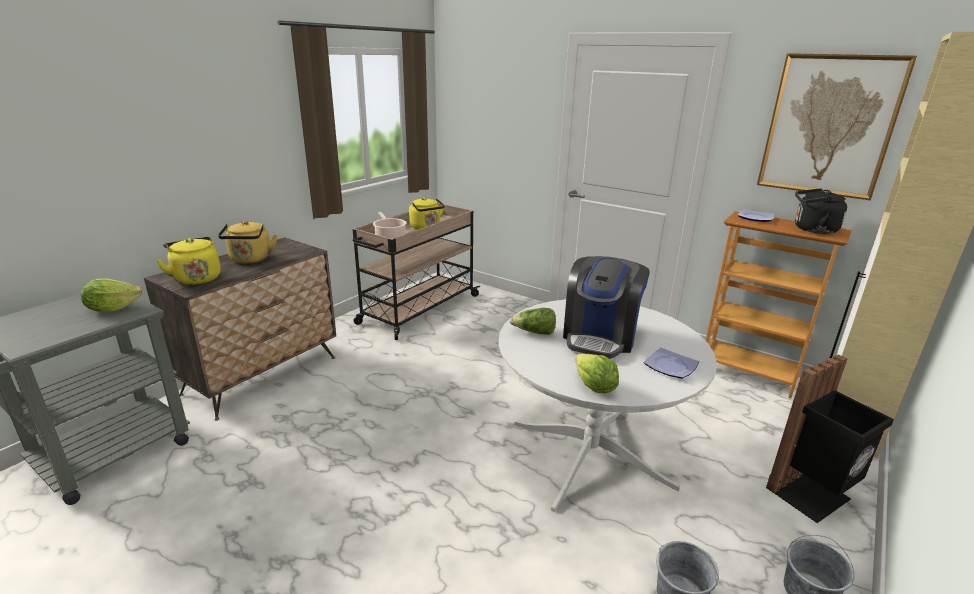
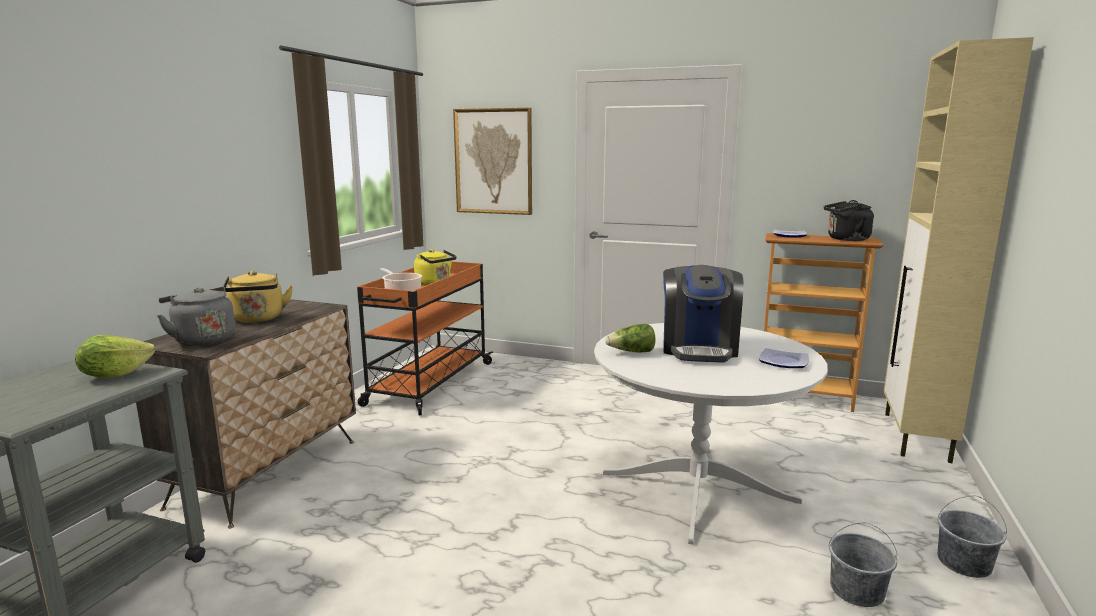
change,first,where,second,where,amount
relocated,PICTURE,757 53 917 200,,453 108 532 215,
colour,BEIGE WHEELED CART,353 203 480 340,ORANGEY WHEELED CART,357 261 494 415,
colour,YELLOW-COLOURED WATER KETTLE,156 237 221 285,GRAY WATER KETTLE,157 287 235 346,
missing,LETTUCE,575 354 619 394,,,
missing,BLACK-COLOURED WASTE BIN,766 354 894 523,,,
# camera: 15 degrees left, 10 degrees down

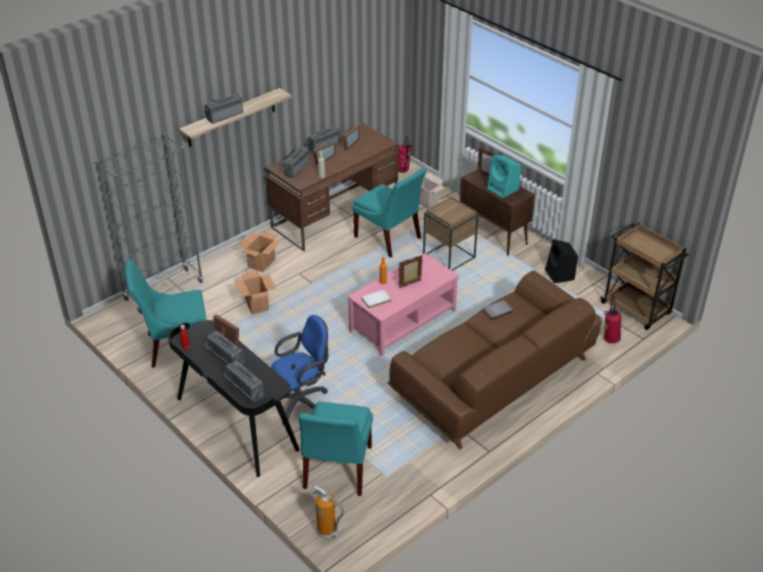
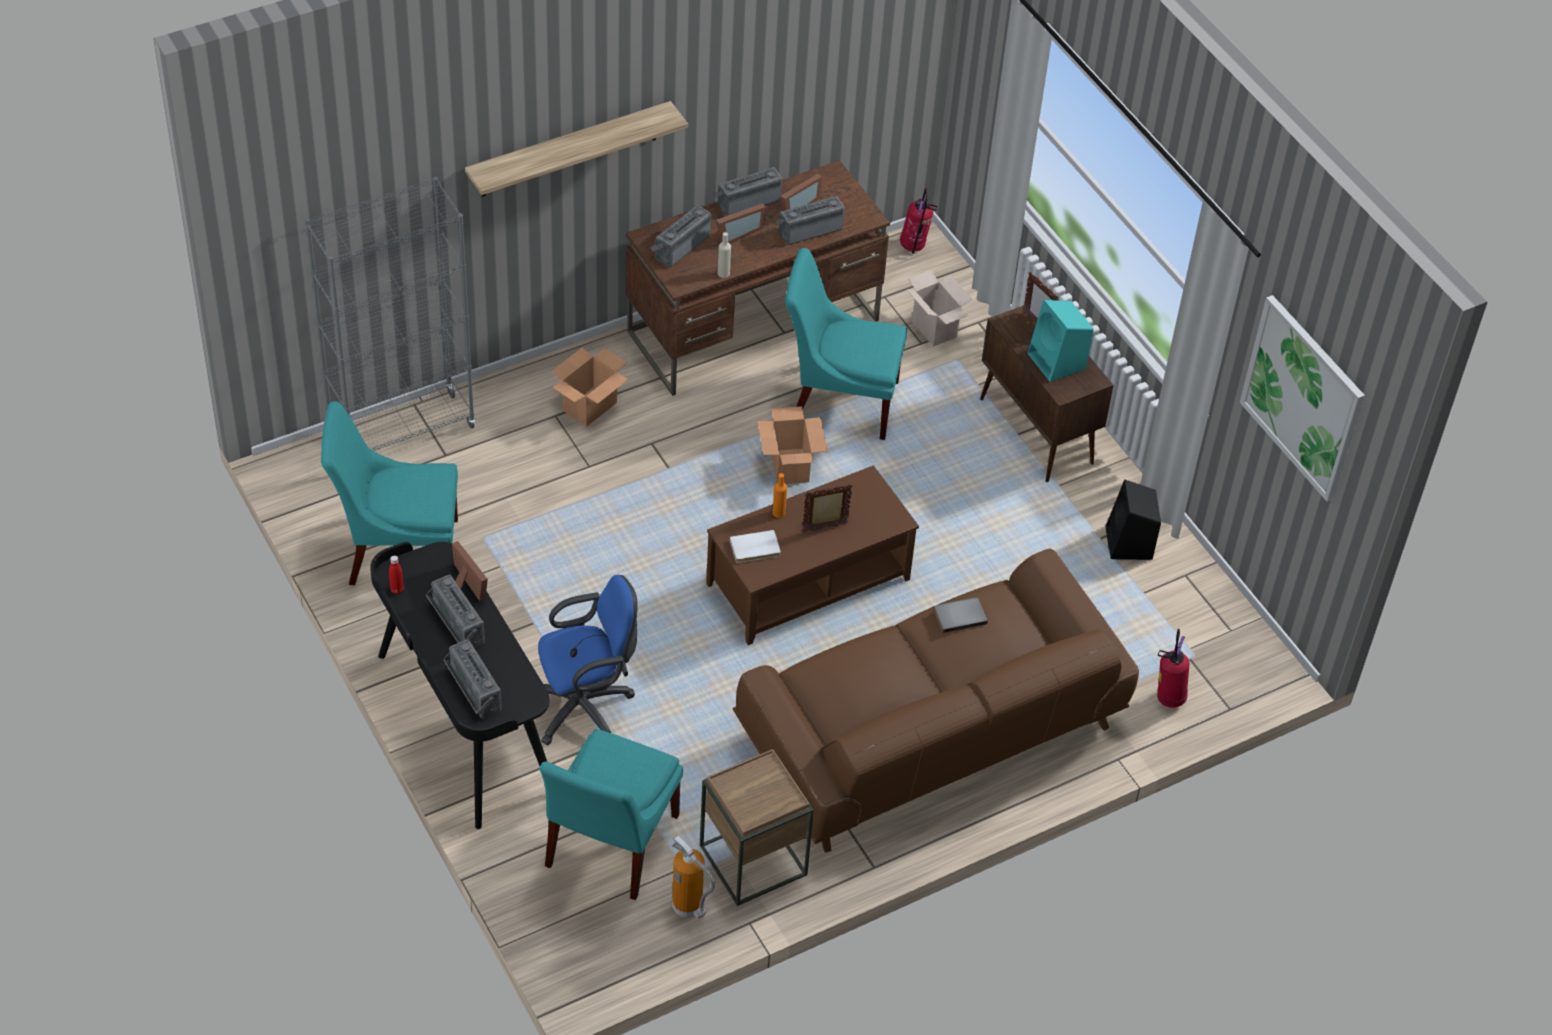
change,first,where,second,where,amount
relocated,RADIO,204 94 243 124,,776 196 845 245,
spun,BLUE-GREEN CHAIR,353 168 427 258,,785 248 907 440,135 degrees clockwise
relocated,BROWNISH SIDE TABLE,423 197 478 271,,700 749 814 906,
missing,BROWNISH WHEELED CART,600 223 689 330,,,
colour,PINK-COLOURED LOW TABLE,348 253 459 356,BROWNISH LOW TABLE,706 465 919 645,
relocated,CARTON,235 271 276 314,,757 406 827 484,
relocated,EXTINGUISHER,313 485 344 539,,672 835 715 919,
appeared,,,PICTURE,1240 295 1365 502,
# camera: 10 degrees right, 10 degrees up

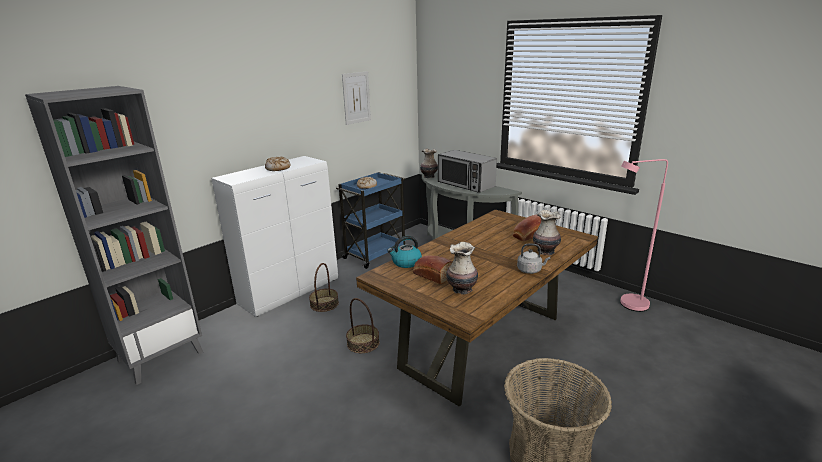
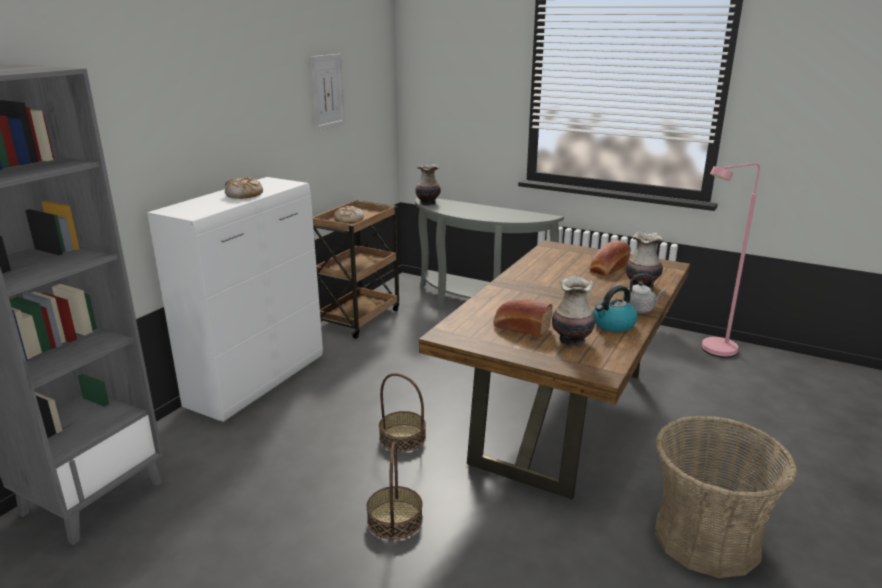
change,first,where,second,where,amount
missing,MICROWAVE,438 150 497 193,,,
colour,BLUISH WHEELED CART,336 172 405 269,BROWNISH WHEELED CART,313 200 399 339,
relocated,WATER KETTLE,387 236 422 268,,593 286 638 332,
relocated,HOUSEHOLD BASKET,309 263 339 312,,366 442 423 540,
# camera: 15 degrees left, 0 degrees up

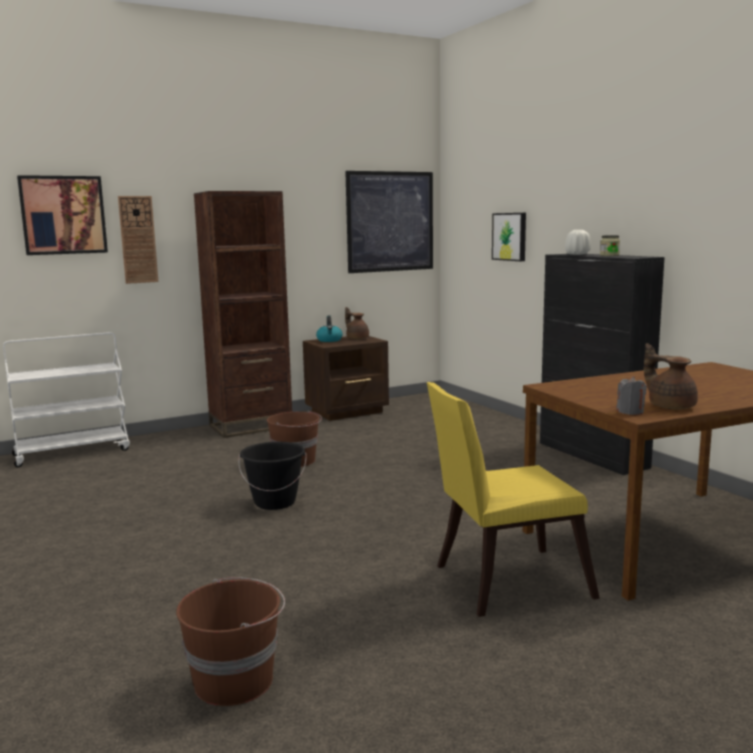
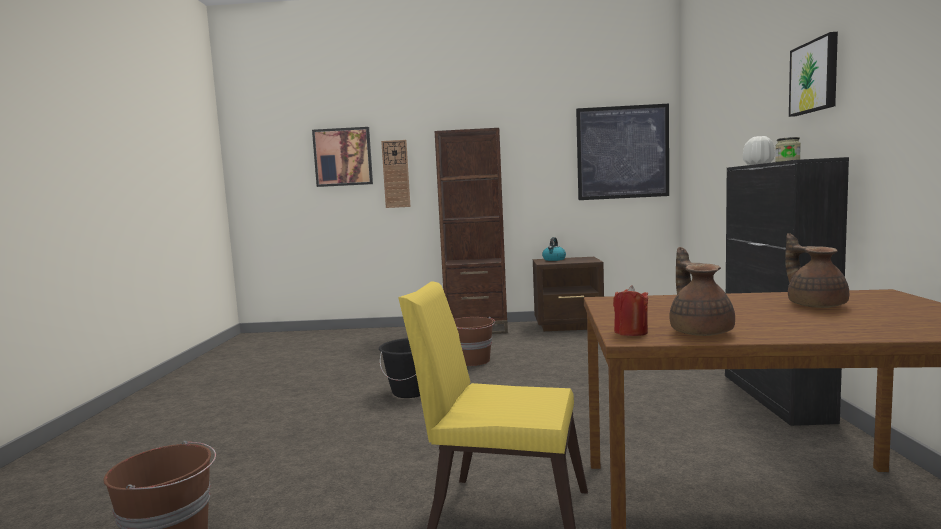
change,first,where,second,where,amount
relocated,PICTURE,492 213 526 261,,789 32 838 117,
relocated,BROWNISH TEAPOT,345 307 369 339,,785 233 849 308,
missing,WHITISH WHEELED CART,3 332 130 467,,,
colour,GRAY WAX CANDLE,616 376 647 415,RED WAX CANDLE,613 285 648 336,
# camera: 30 degrees right, 5 degrees down

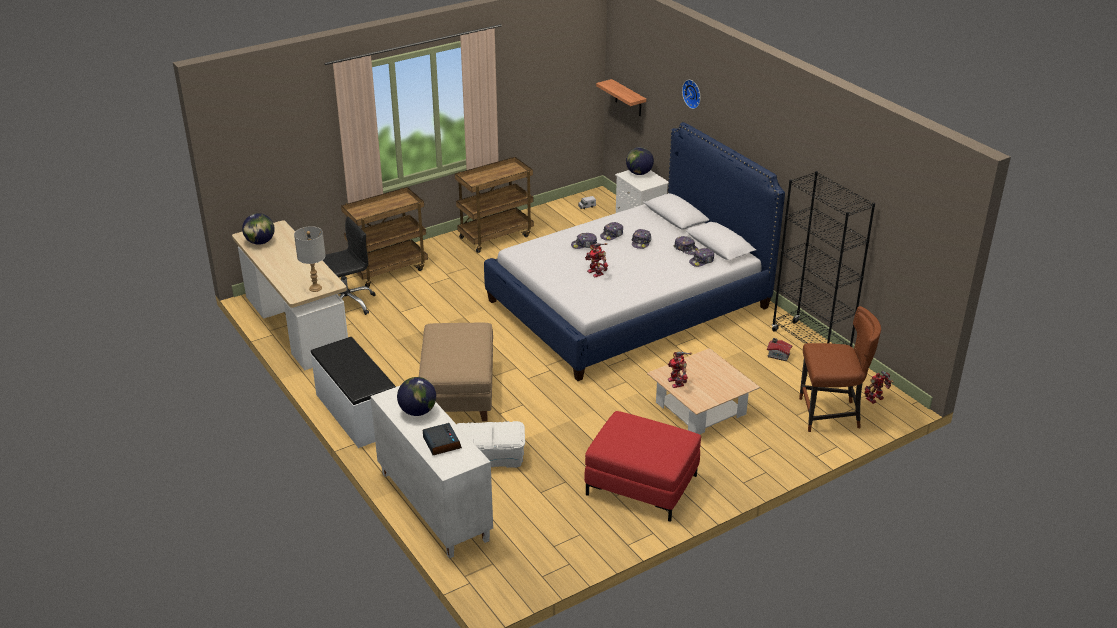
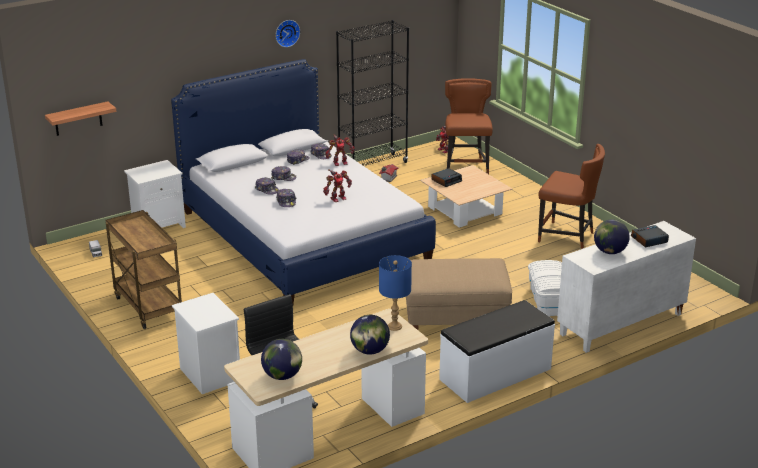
change,first,where,second,where,amount
relocated,WALL CLOCK,682 80 701 109,,275 20 300 47,
relocated,DESK GLOBE,626 147 654 175,,350 315 390 355,
exchanged,BROWNISH WHEELED CART,341 187 428 288,WHITISH NIGHTSTAND,172 293 240 394,
colour,GRAY TABLETOP LAMP,294 226 326 292,BLUISH TABLETOP LAMP,379 255 412 331,
relocated,MODEL ROBOT,668 352 692 388,,325 135 355 166,
exchanged,RED FOOTREST,584 411 701 522,BROWNISH CHAIR,538 144 605 249,
appeared,,,BEDSIDE CLOCK,431 168 462 187,
# camera: 90 degrees left, 5 degrees down

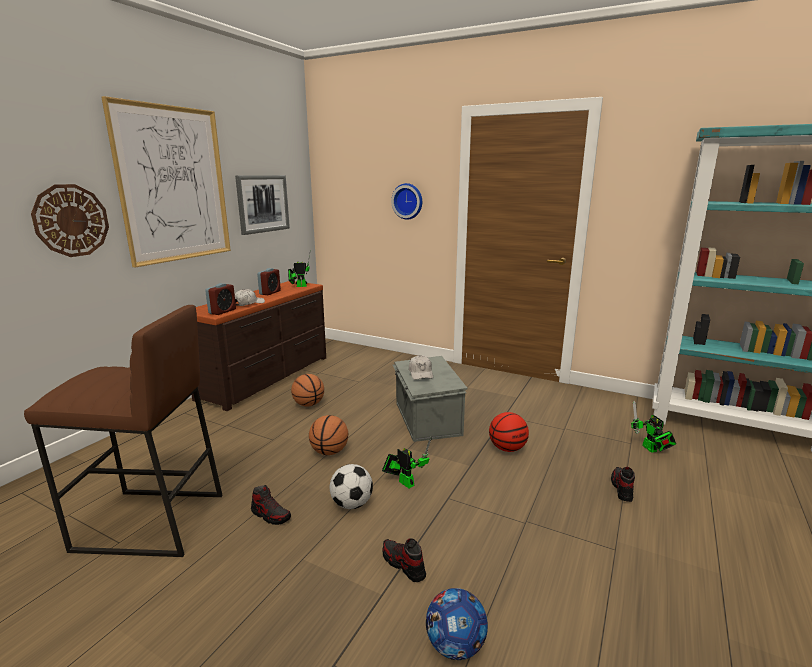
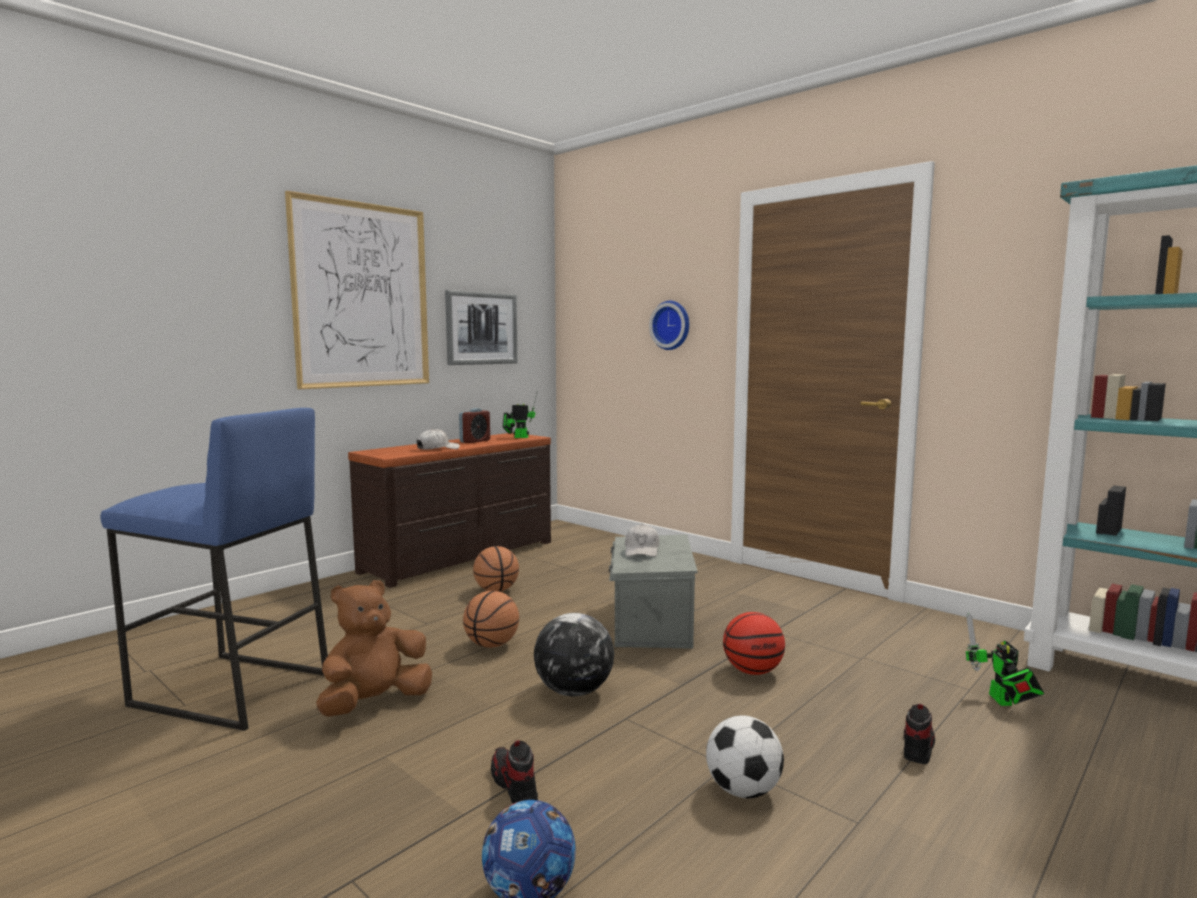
change,first,where,second,where,amount
missing,WALL CLOCK,31 184 109 257,,,
missing,BEDSIDE CLOCK,205 283 236 315,,,
colour,BROWNISH STOOL,24 305 223 557,BLUISH STOOL,100 408 328 731,
exchanged,MODEL ROBOT,382 437 432 488,DESK GLOBE,534 613 614 696,
relocated,FOOTBALL BALL,330 464 373 509,,706 715 784 798,
exchanged,SHOE,251 485 291 525,BROWNISH CUDDLY TOY,316 580 432 717,
# camera: 15 degrees right, 10 degrees down

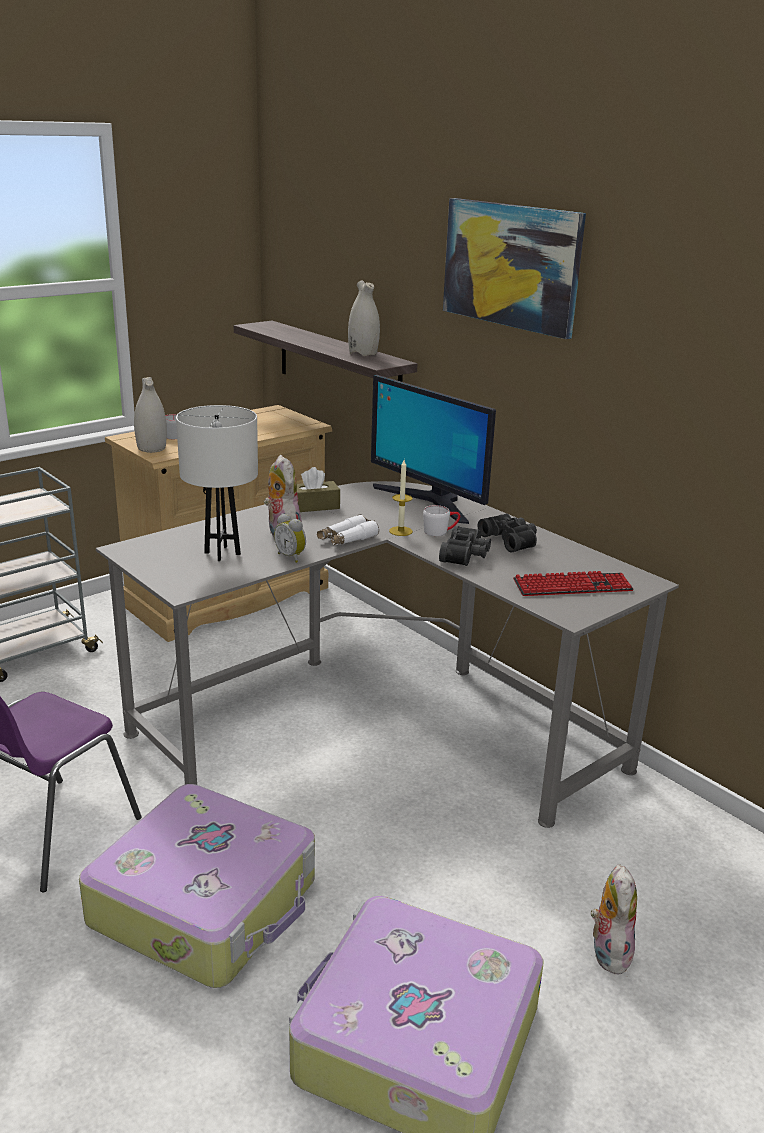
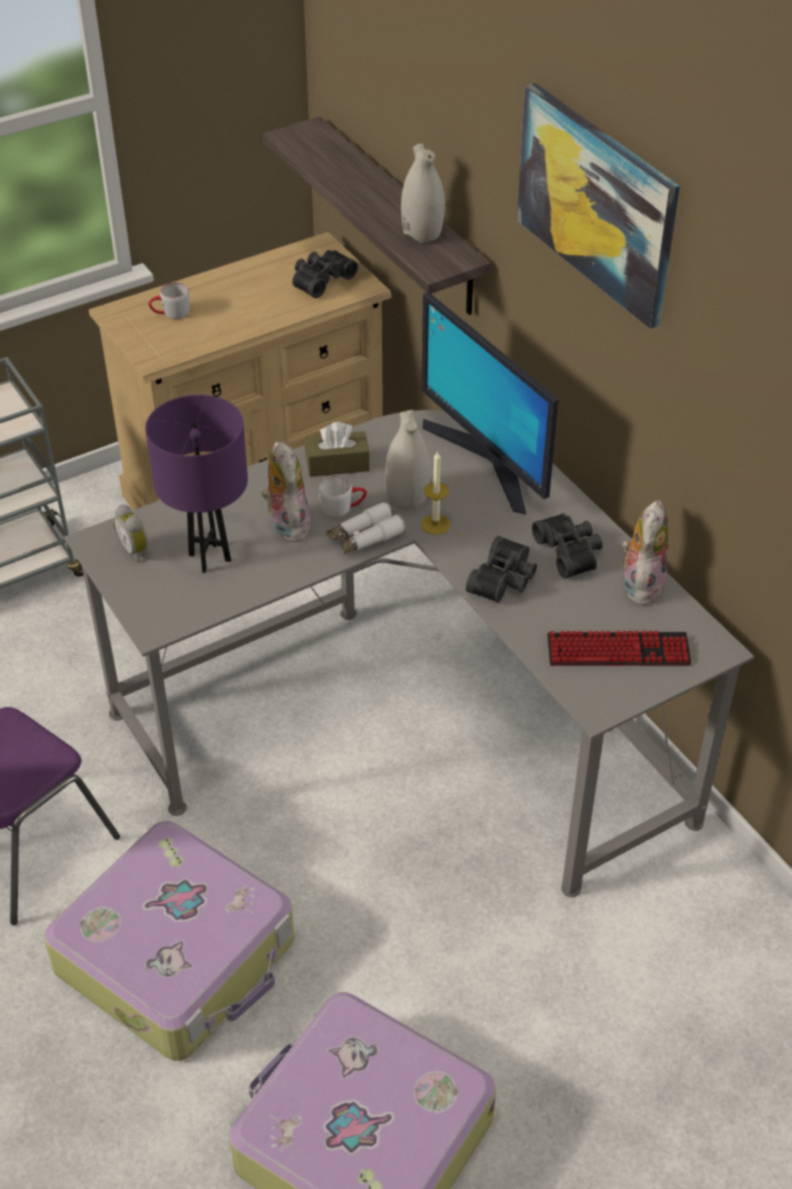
change,first,where,second,where,amount
relocated,WHITISH VASE,134 377 167 453,,385 410 430 510,
colour,WHITISH TABLETOP LAMP,176 405 258 561,PURPLISH TABLETOP LAMP,145 395 248 573,
relocated,WHITISH TEA MUG,423 505 460 536,,319 476 367 517,
relocated,BEDSIDE CLOCK,274 513 306 563,,113 504 148 562,
relocated,CUDDLY TOY,591 864 637 974,,621 500 668 605,
appeared,,,BLACK-COLOURED FIELD GLASSES,292 250 358 298,
# camera: 10 degrees right, 20 degrees up

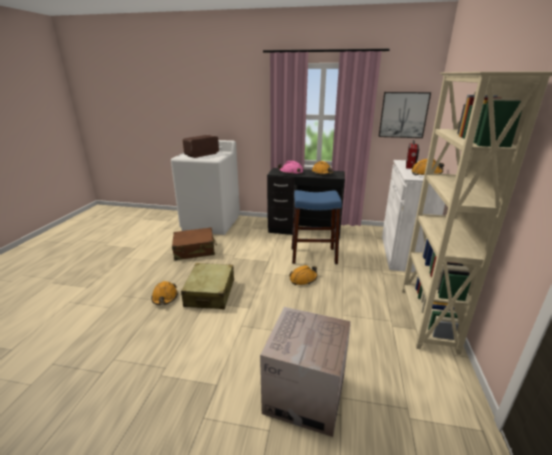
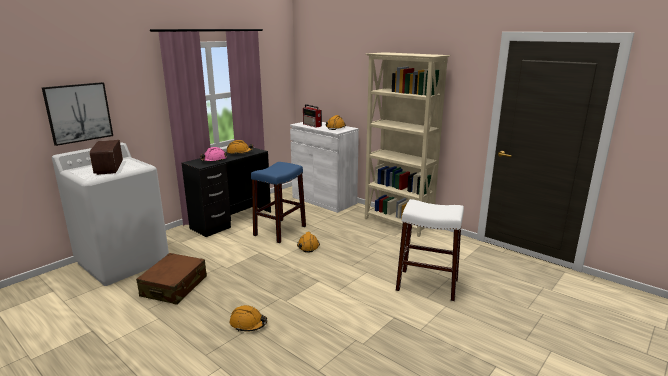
change,first,where,second,where,amount
relocated,PICTURE,379 92 431 138,,42 82 113 146,
missing,BEIGE SUITCASE,181 263 234 309,,,
exchanged,CARTON,260 307 351 437,WHITISH STOOL,396 199 464 301,
# camera: 60 degrees left, 5 degrees down

